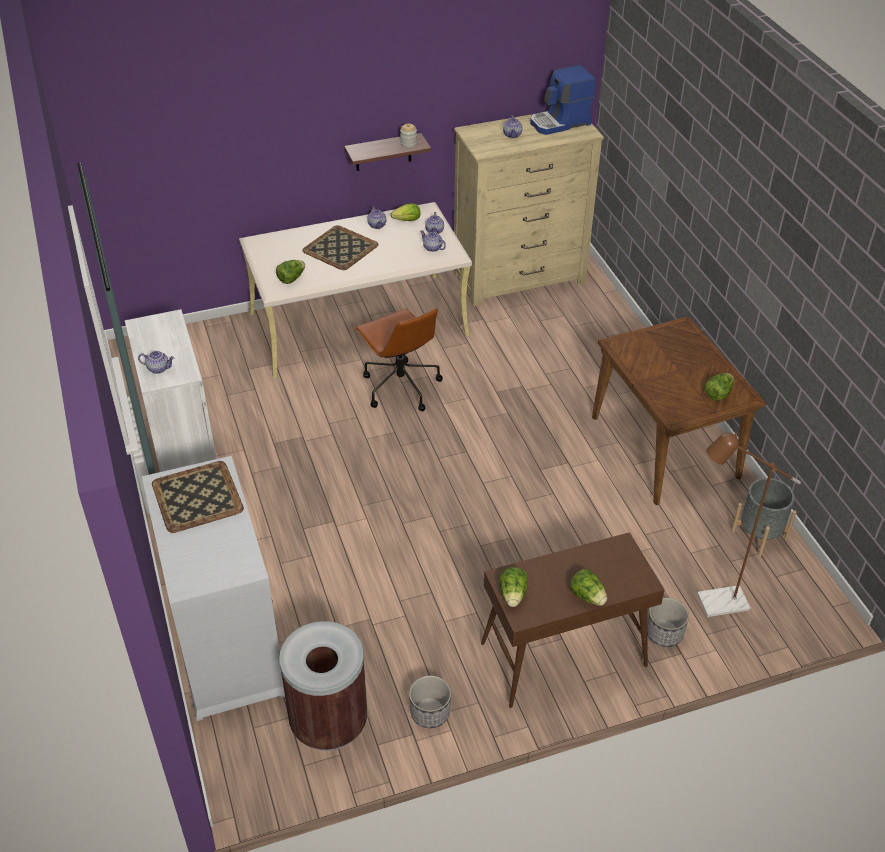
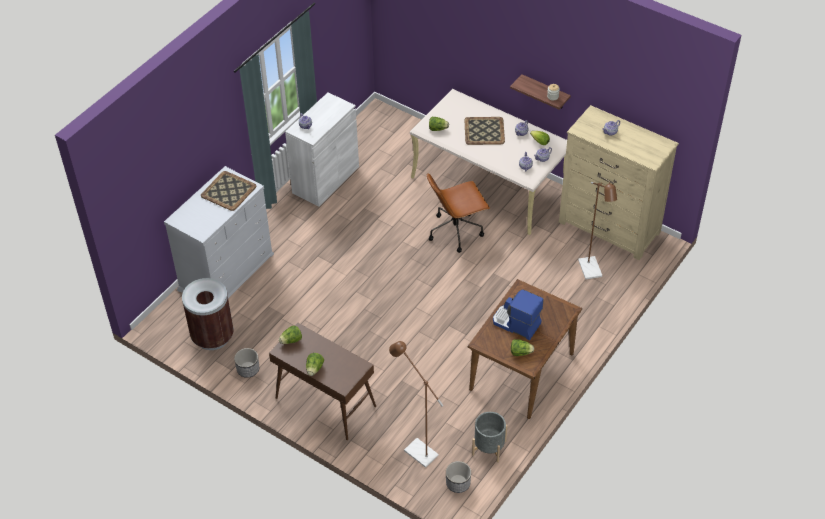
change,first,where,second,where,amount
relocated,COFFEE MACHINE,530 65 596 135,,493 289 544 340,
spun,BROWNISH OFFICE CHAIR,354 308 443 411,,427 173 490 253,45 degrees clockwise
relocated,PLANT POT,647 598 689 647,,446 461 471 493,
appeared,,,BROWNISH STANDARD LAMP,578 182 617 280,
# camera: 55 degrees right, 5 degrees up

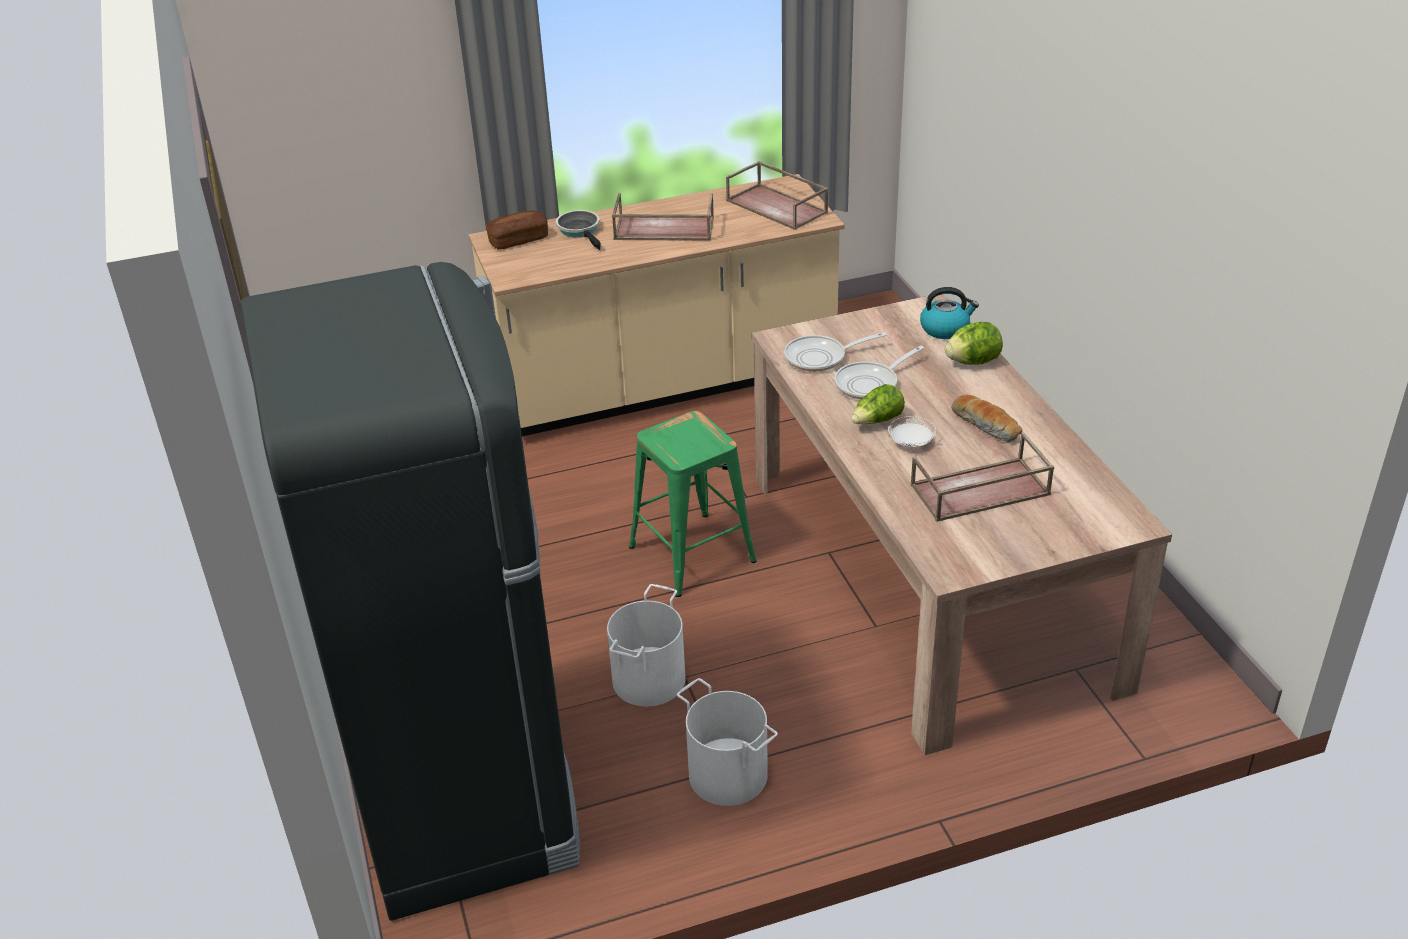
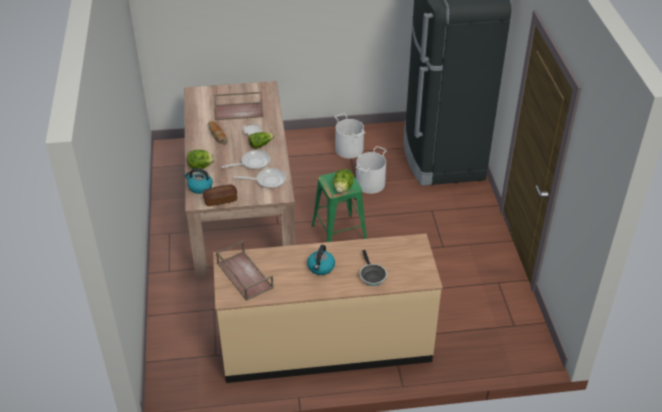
change,first,where,second,where,amount
exchanged,BROWNISH SERVING TRAY,612 193 714 241,WATER KETTLE,307 245 335 275,
relocated,BAKED BREAD,486 211 548 250,,203 185 237 206,
appeared,,,LETTUCE,333 169 354 193,
# camera: 170 degrees left, 5 degrees up

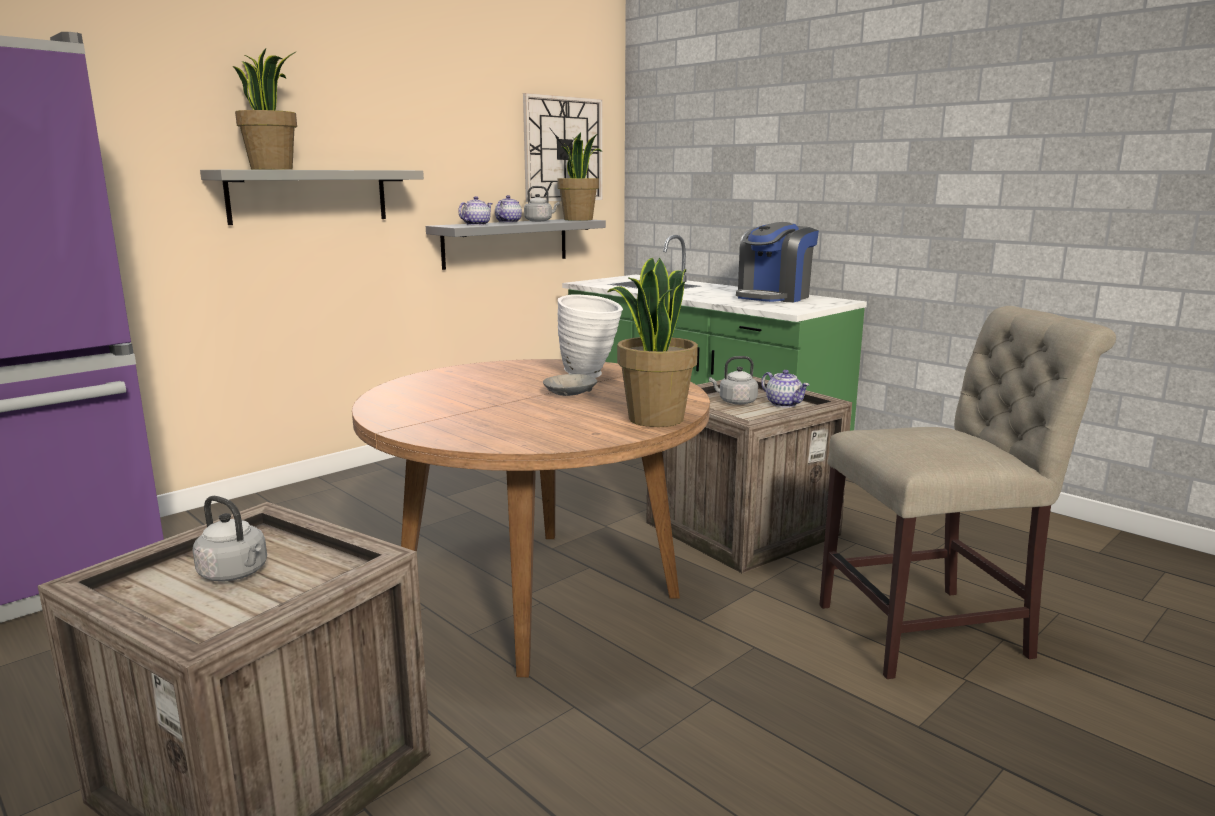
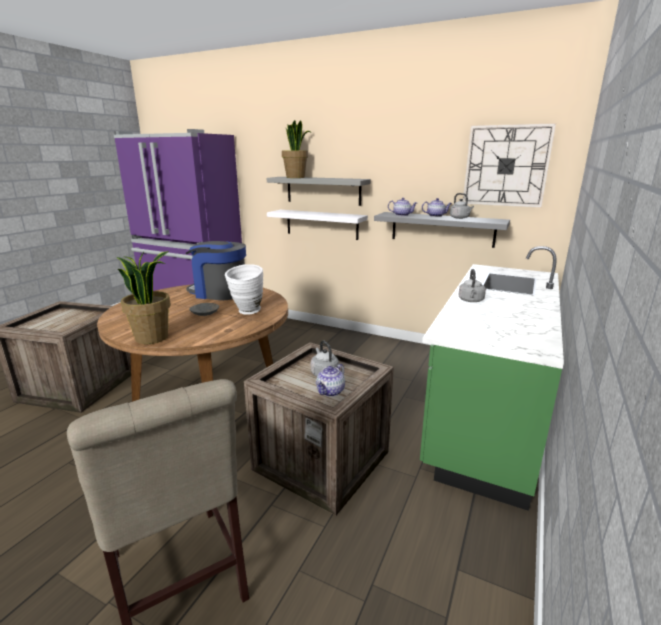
change,first,where,second,where,amount
missing,HOUSEPLANT,557 132 602 221,,,
relocated,COFFEE MACHINE,736 222 819 302,,185 241 246 300,
relocated,GRAY WATER KETTLE,193 496 267 581,,458 269 486 302,
appeared,,,WHITISH WALL SHELF,267 210 368 240,
# camera: 70 degrees right, 5 degrees up

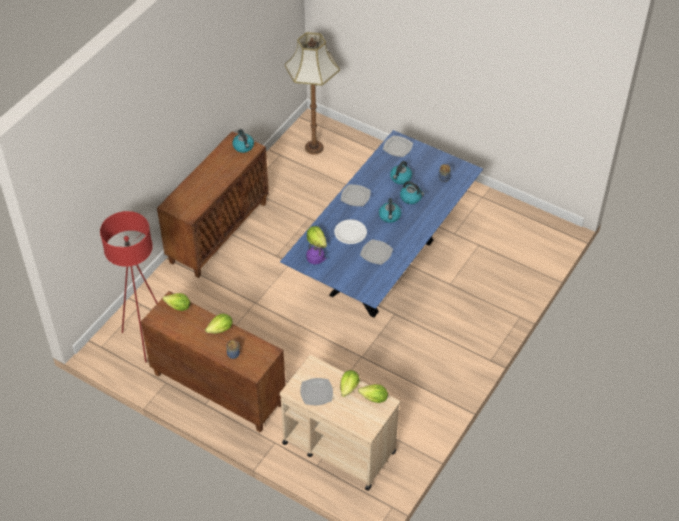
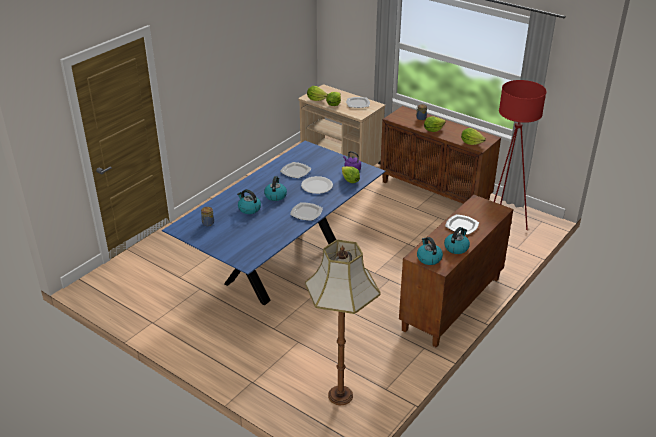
change,first,where,second,where,amount
relocated,PLATE,383 136 413 157,,445 214 479 235,
relocated,WATER KETTLE,390 161 412 184,,444 227 470 254,
# camera: 175 degrees left, 15 degrees down

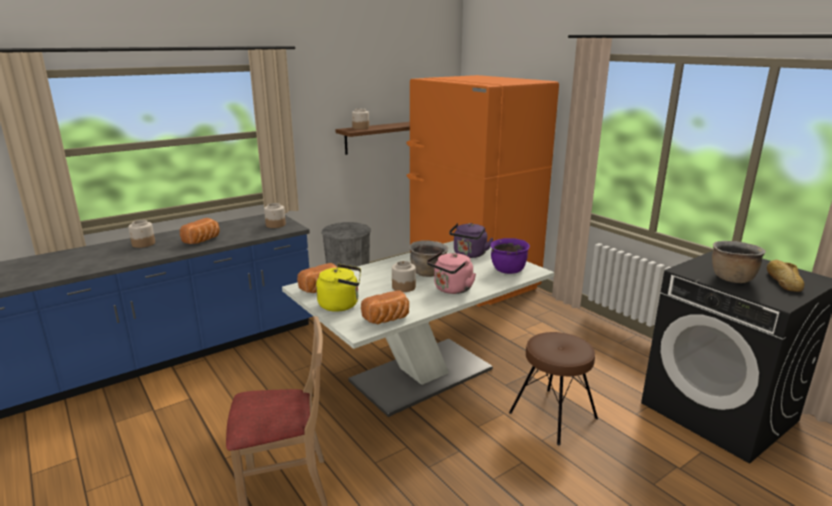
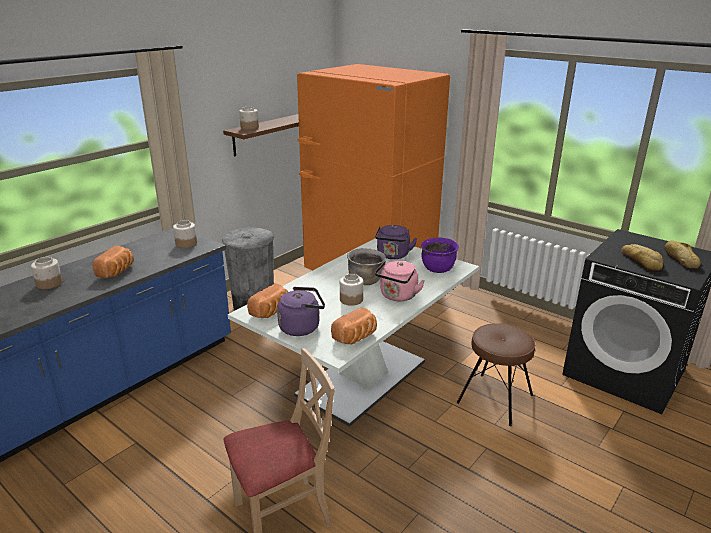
change,first,where,second,where,amount
exchanged,BROWNISH STOCKPOT,712 241 766 283,BAKED BREAD,621 244 664 271,
colour,YELLOW-COLOURED WATER KETTLE,316 264 361 312,PURPLISH WATER KETTLE,277 287 325 336,
# camera: 15 degrees left, 5 degrees up

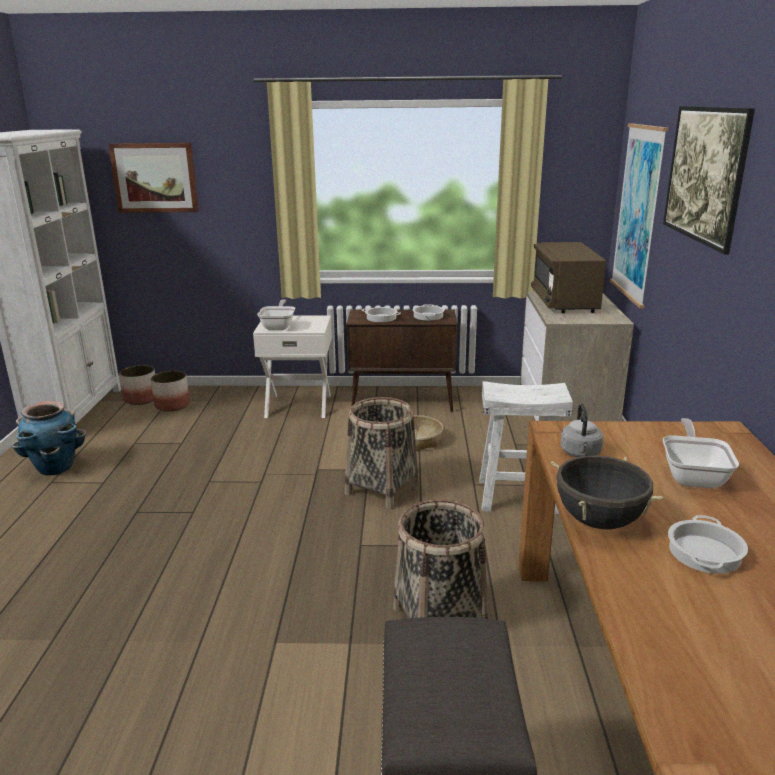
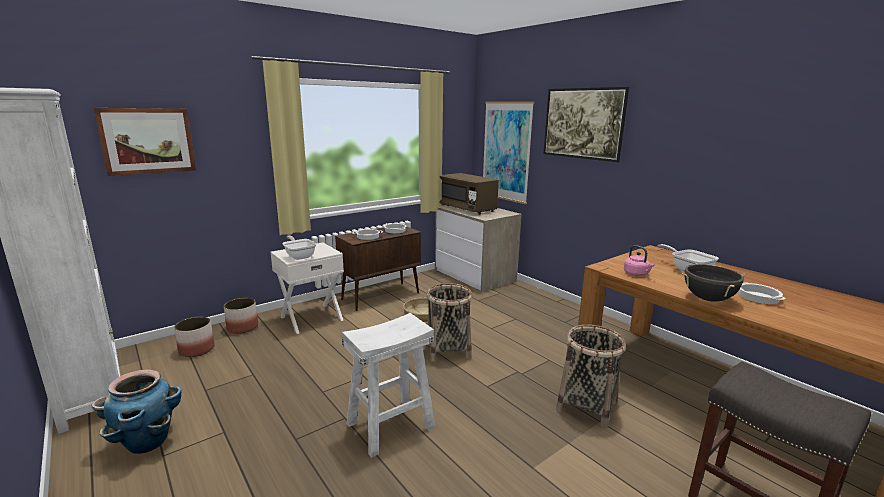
change,first,where,second,where,amount
relocated,PLANT POT,119 365 155 405,,224 298 258 334,
relocated,WHITISH STOOL,479 381 573 514,,342 313 435 458,
colour,GRAY WATER KETTLE,560 403 604 457,PINK-COLOURED WATER KETTLE,624 245 655 276,
# camera: 40 degrees left, 5 degrees down

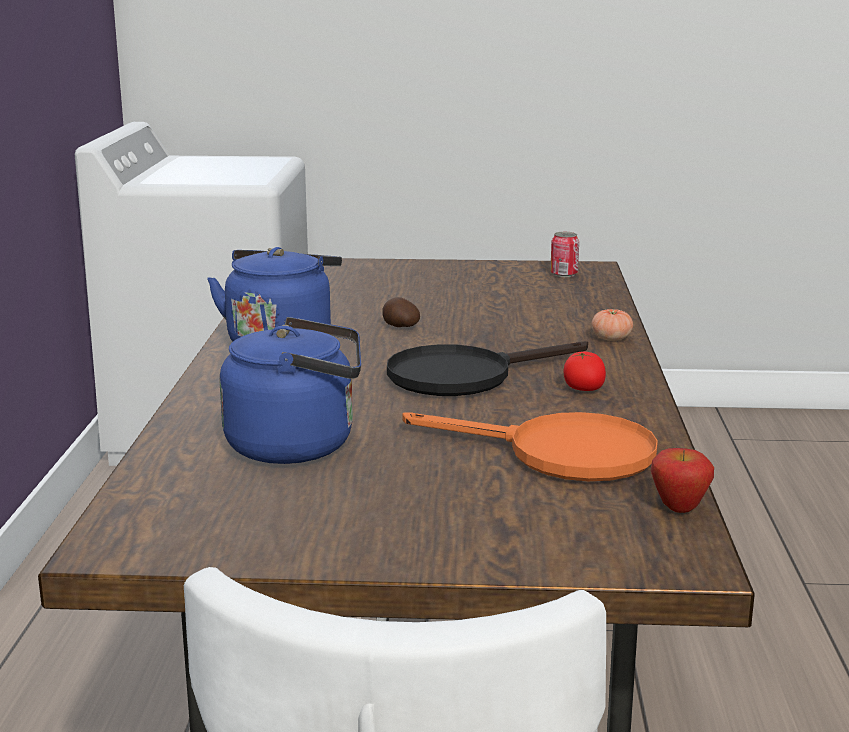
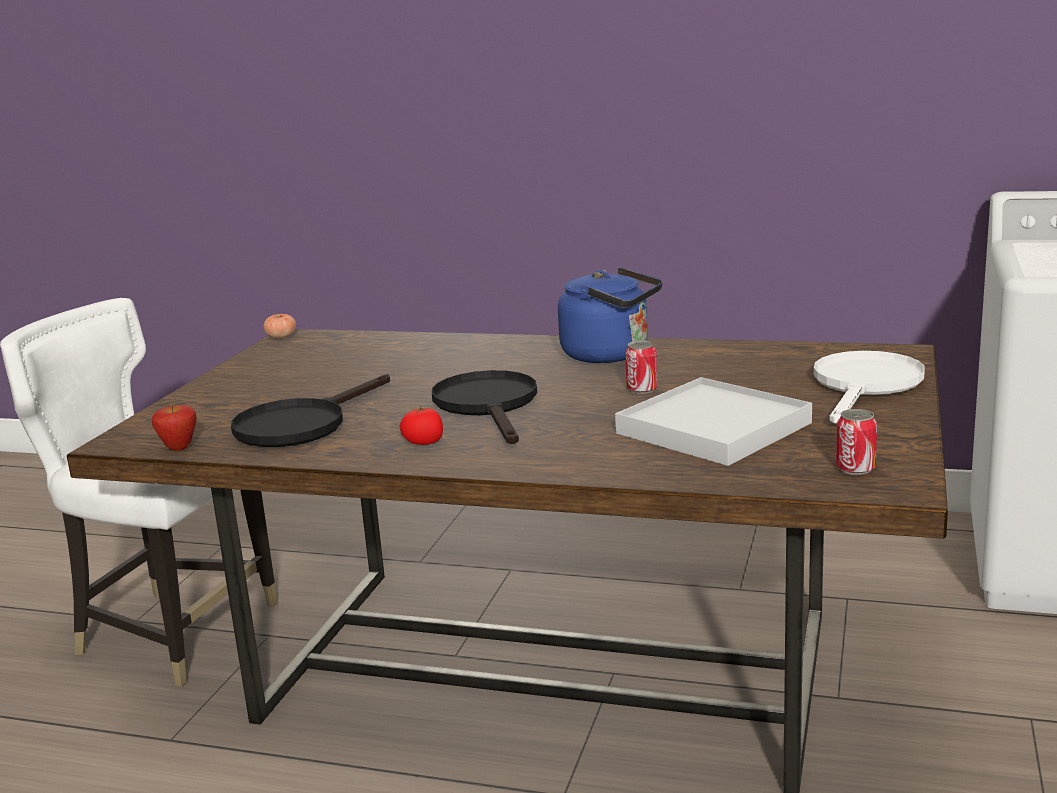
change,first,where,second,where,amount
exchanged,WHOLE POTATO,382 297 420 327,CAN,625 341 658 394,
relocated,TOMATO,592 309 633 341,,263 314 296 339,
missing,BLUISH WATER KETTLE,220 317 361 464,,,
colour,ORANGEY SKILLET,402 412 658 481,BLACK-COLOURED SKILLET,231 374 390 447,
appeared,,,WHITISH SKILLET,814 351 925 424,
appeared,,,WHITISH SERVING TRAY,615 377 812 466,
# camera: 105 degrees right, 0 degrees up

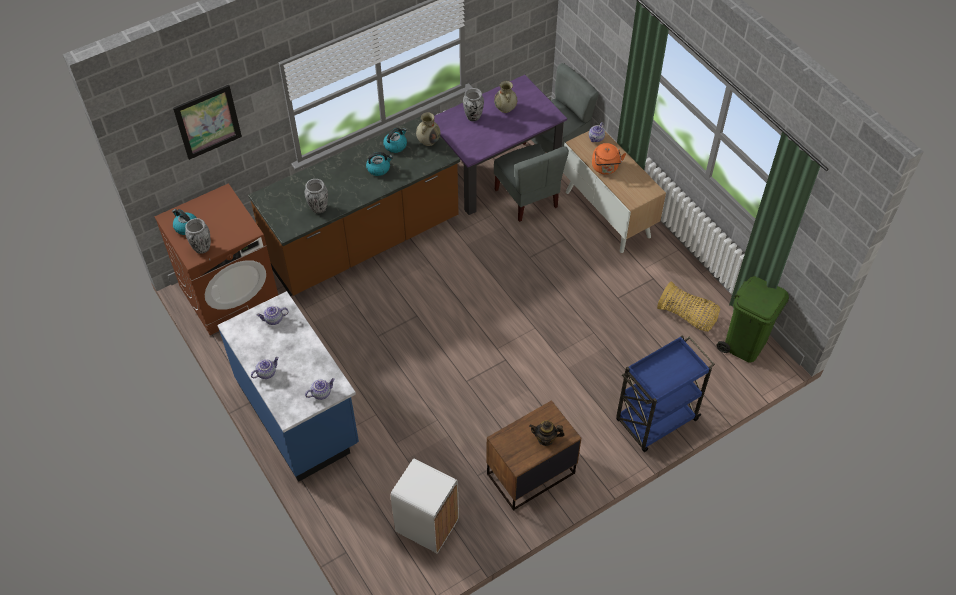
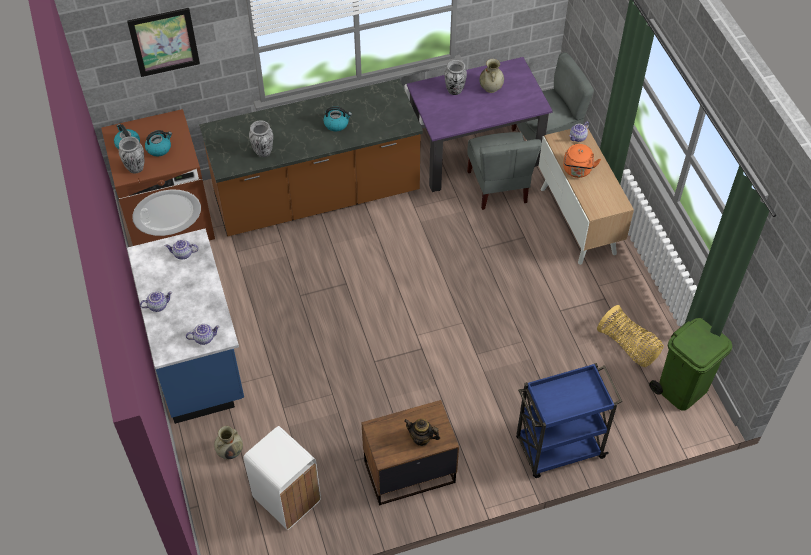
change,first,where,second,where,amount
relocated,BEIGE VASE,416 112 440 146,,214 426 243 459,
relocated,WATER KETTLE,383 128 407 153,,145 130 172 157,
# camera: 15 degrees right, 0 degrees up

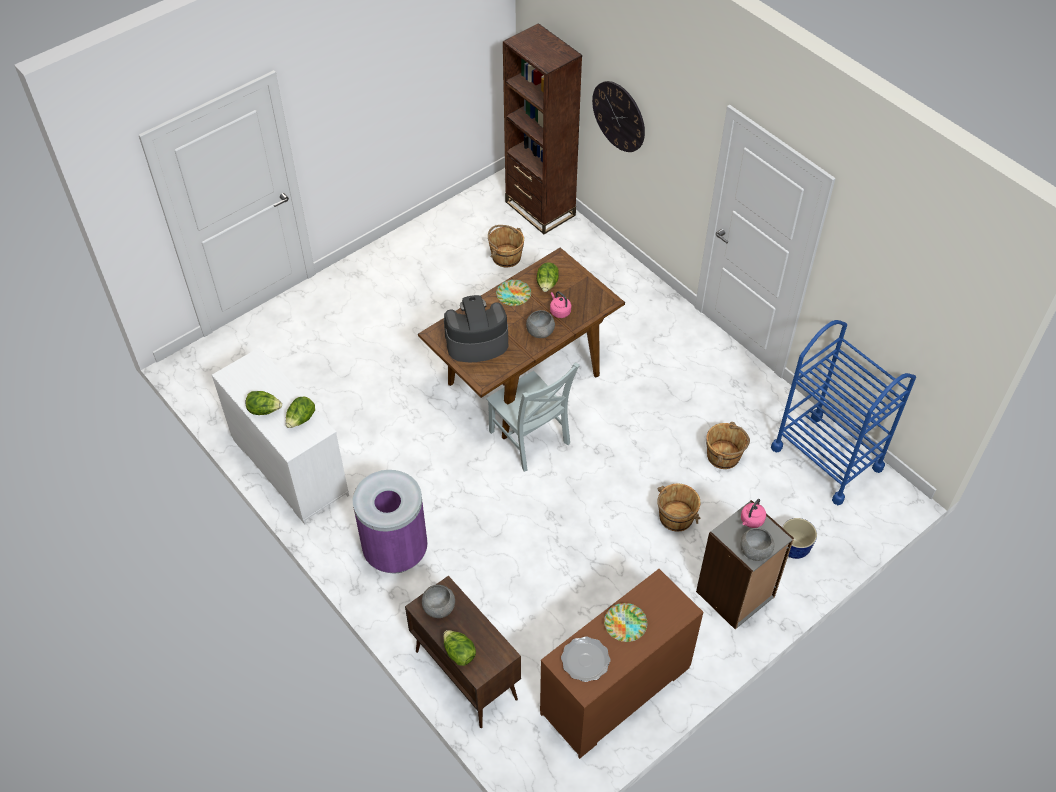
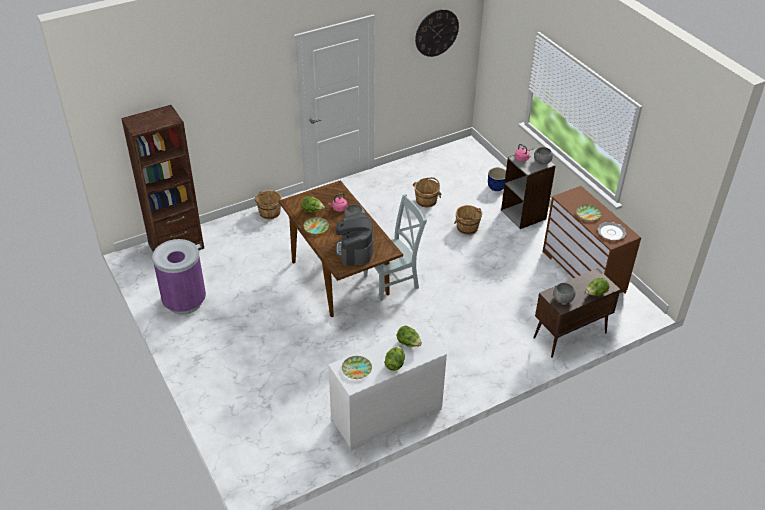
change,first,where,second,where,amount
relocated,WALL CLOCK,592 81 645 152,,415 9 459 57,
relocated,BROWNISH BUCKET,488 225 524 267,,255 191 282 219,
missing,BLUISH WHEELED CART,771 320 916 505,,,
relocated,PURPLISH WASTE BIN,353 470 428 573,,152 239 206 315,
appeared,,,PLATE,342 356 372 379,
# camera: 80 degrees left, 10 degrees down

